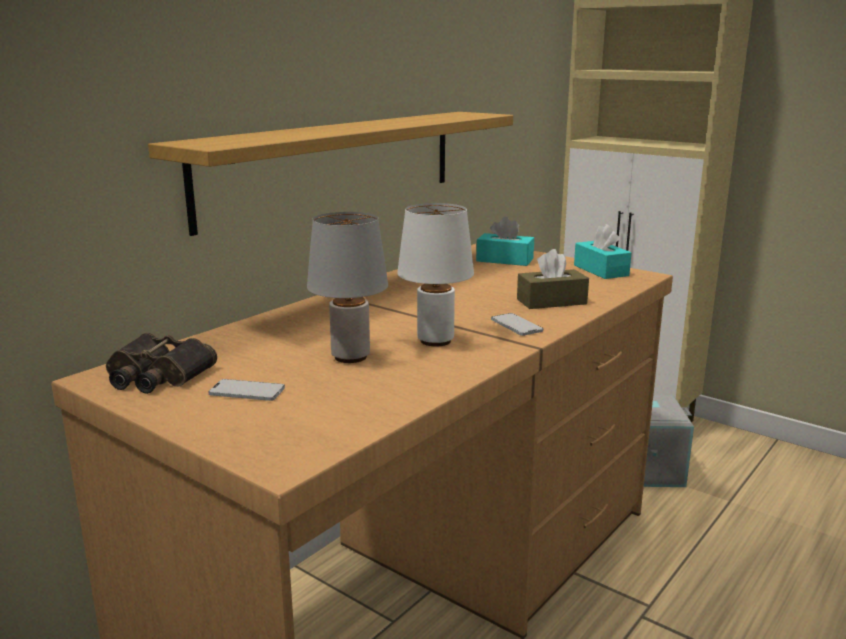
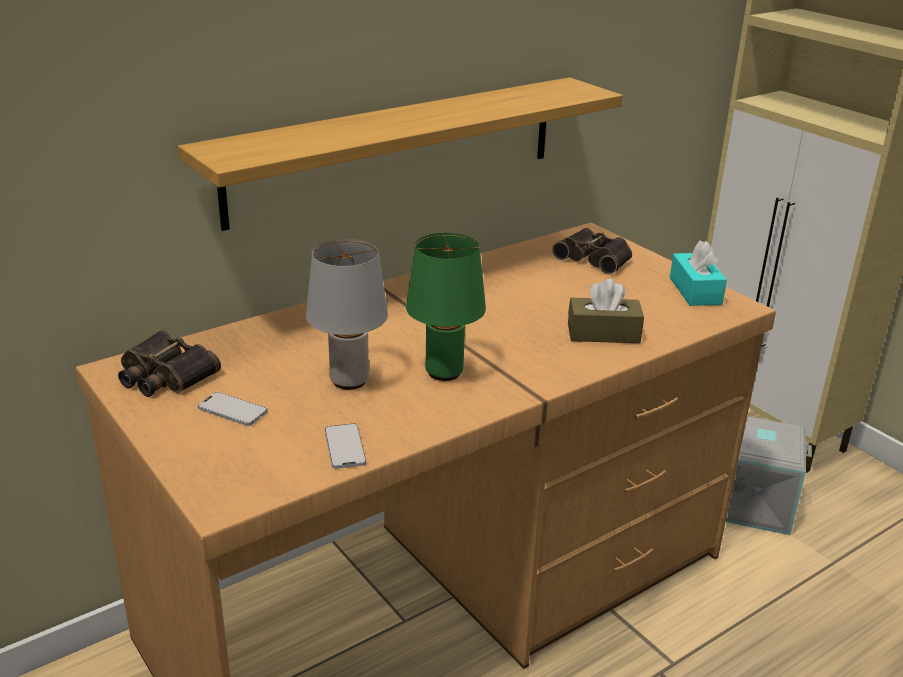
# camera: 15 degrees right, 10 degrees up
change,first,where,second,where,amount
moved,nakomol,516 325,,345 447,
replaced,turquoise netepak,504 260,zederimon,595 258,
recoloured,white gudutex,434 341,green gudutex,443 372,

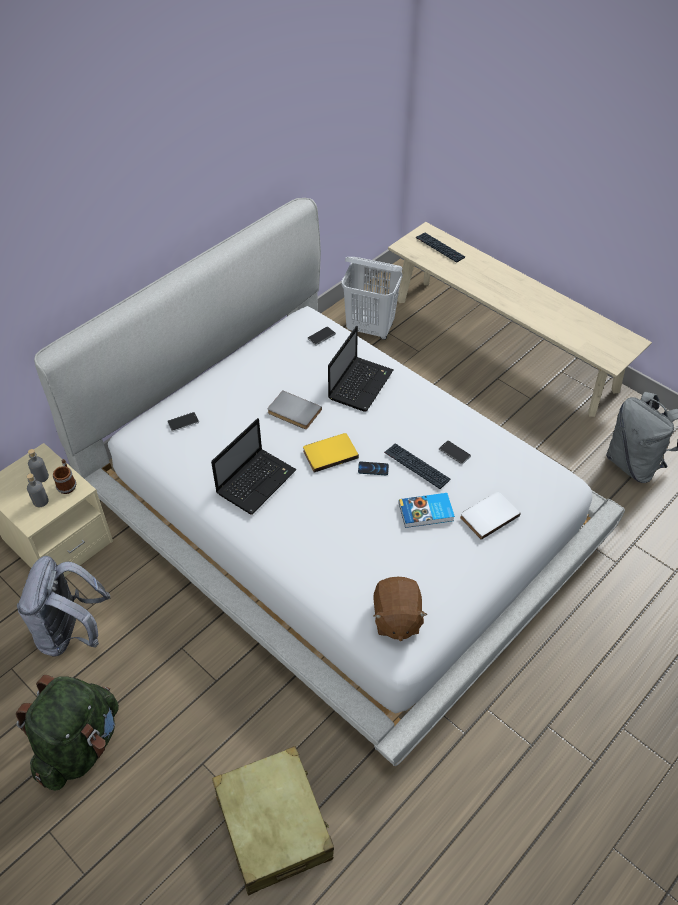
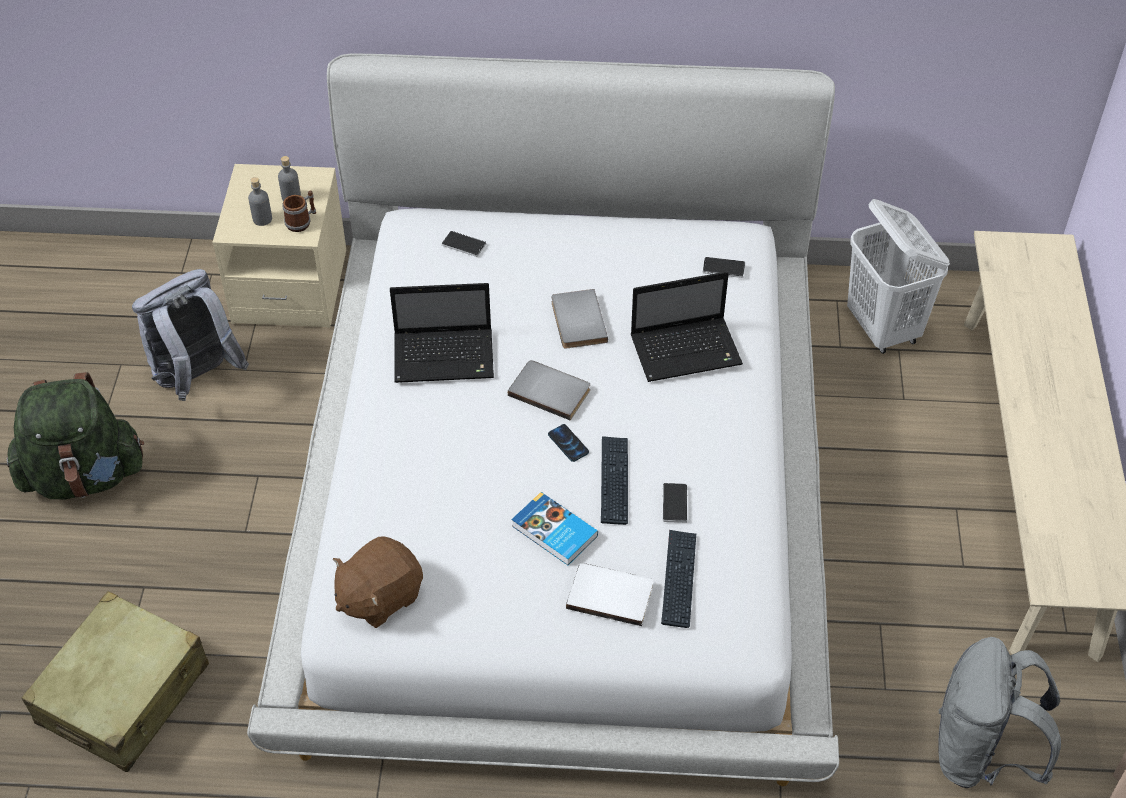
# camera: 50 degrees right, 0 degrees up
change,first,where,second,where,amount
moved,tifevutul,440 248,,679 579,
recoloured,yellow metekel,329 453,grey metekel,550 390,

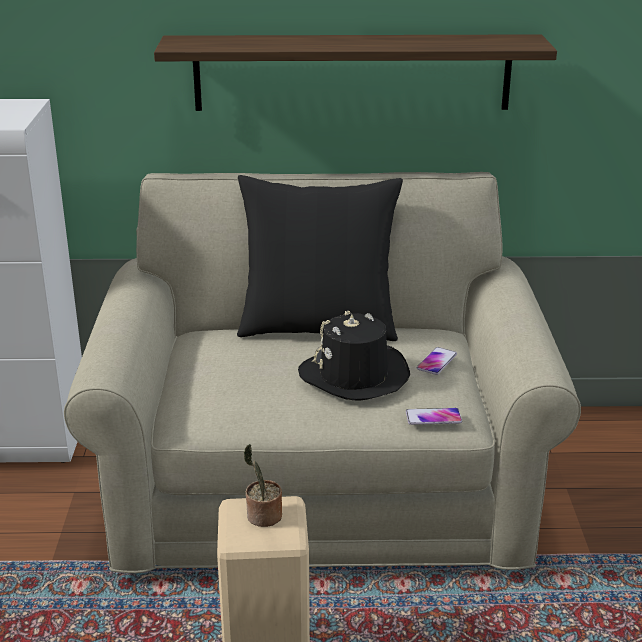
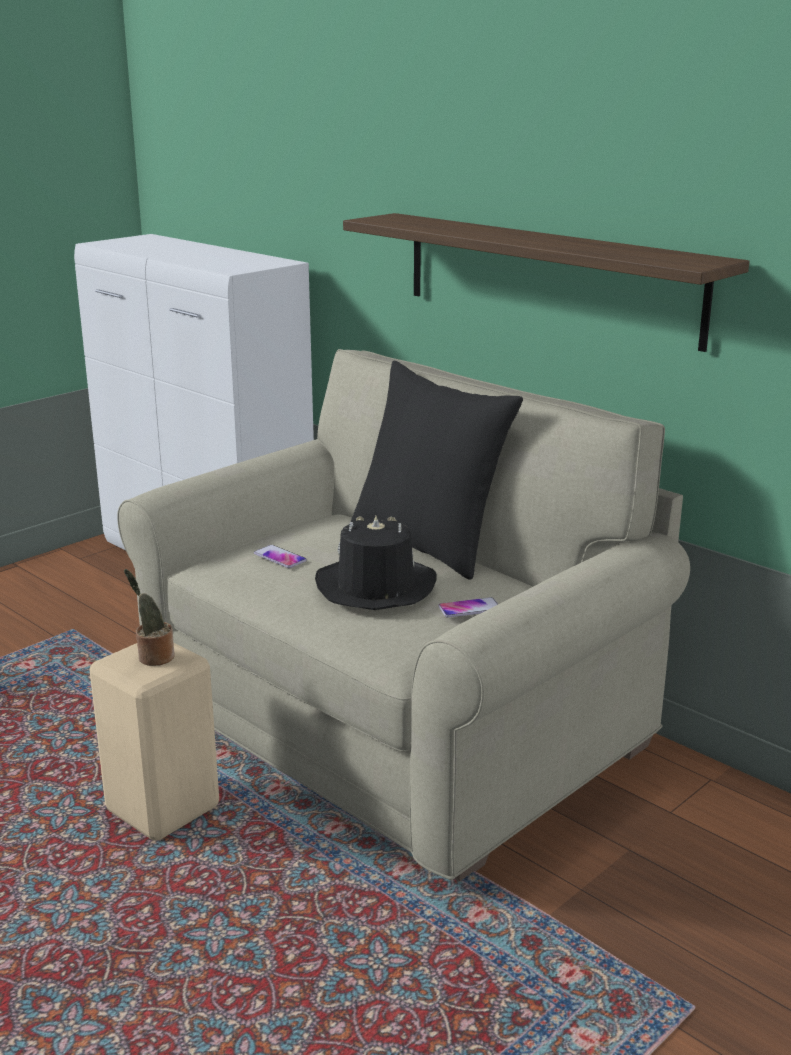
# camera: 45 degrees right, 5 degrees down
change,first,where,second,where,amount
moved,nakomol,433 417,,280 557,

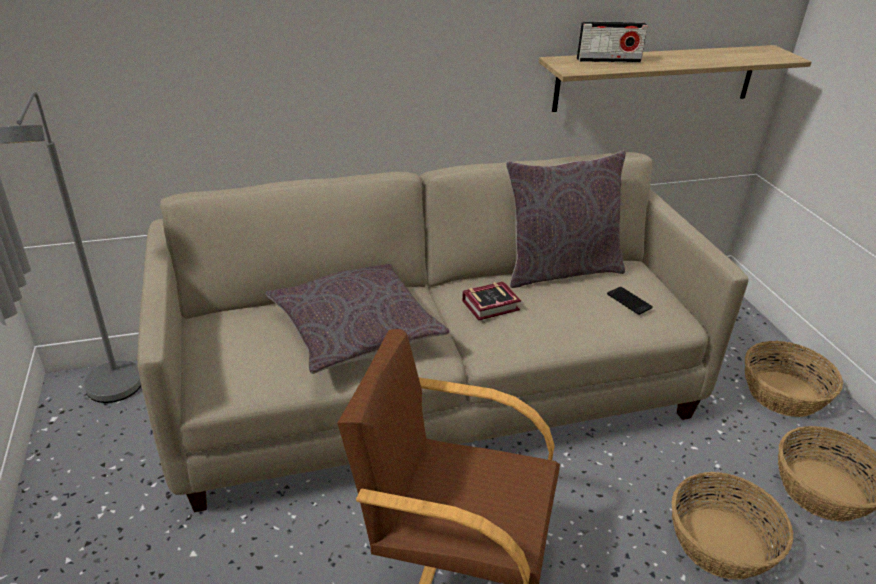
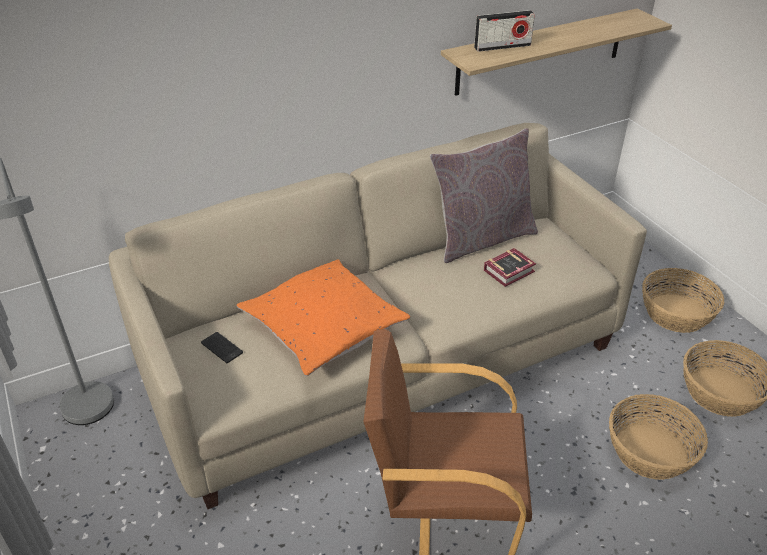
# camera: 10 degrees left, 5 degrees up
change,first,where,second,where,amount
moved,metekel,493 305,,511 271,
moved,nakomol,629 301,,221 348,
recoloured,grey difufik,355 329,orange difufik,323 325,

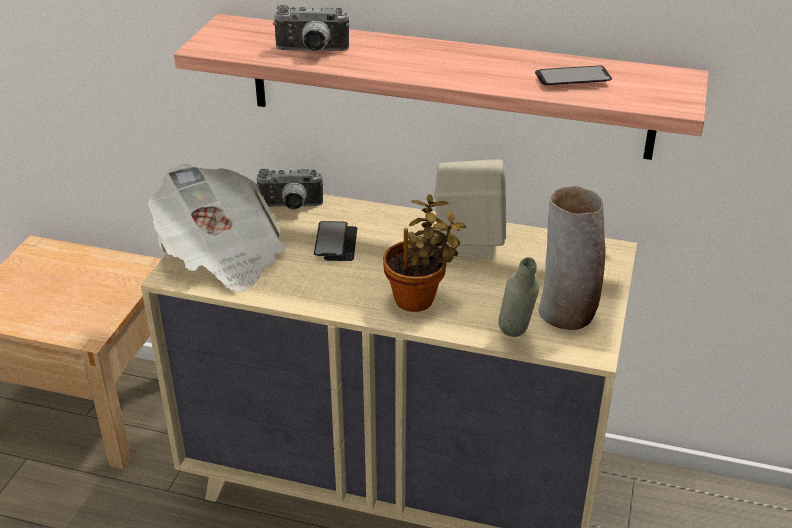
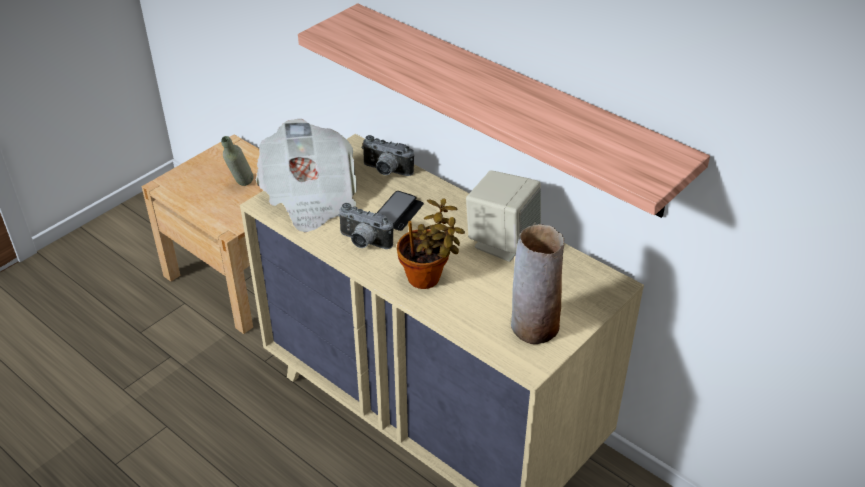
# camera: 25 degrees right, 5 degrees up
change,first,where,second,where,amount
removed,nakomol,572 78,,,
moved,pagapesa,312 52,,363 243,
moved,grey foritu,515 339,,241 187,

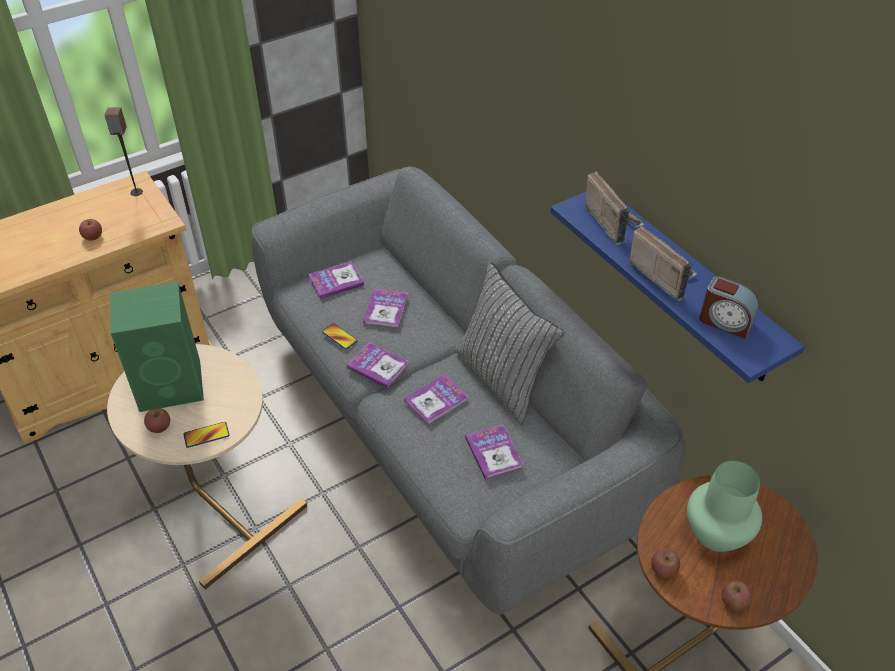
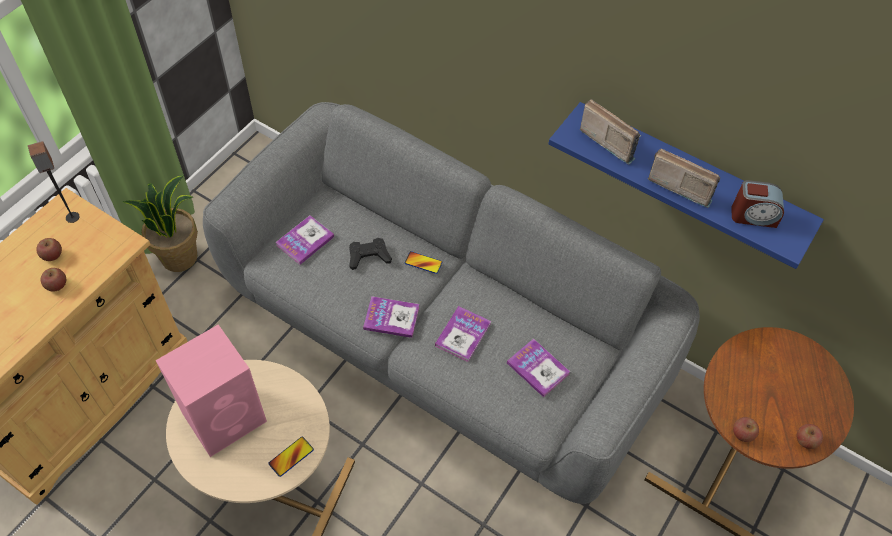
# camera: 25 degrees left, 10 degrees up
change,first,where,second,where,amount
removed,grey difufik,503 378,,,
removed,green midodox,715 533,,,
added,,,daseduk,179 256,
moved,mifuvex,159 427,,52 255,
moved,nakomol,339 337,,423 263,
replaced,metekel,386 309,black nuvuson,368 256,
recoloured,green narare,172 385,pink narare,226 416,

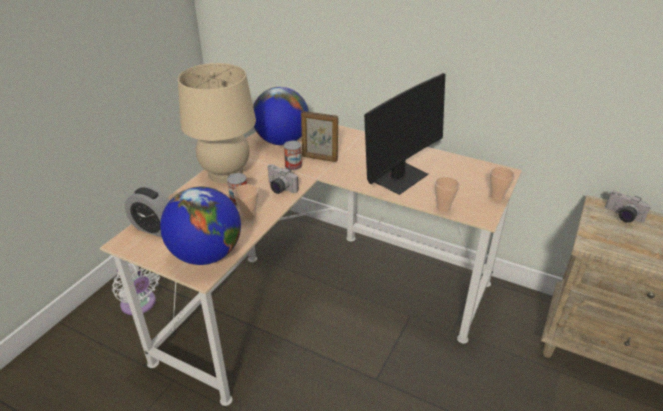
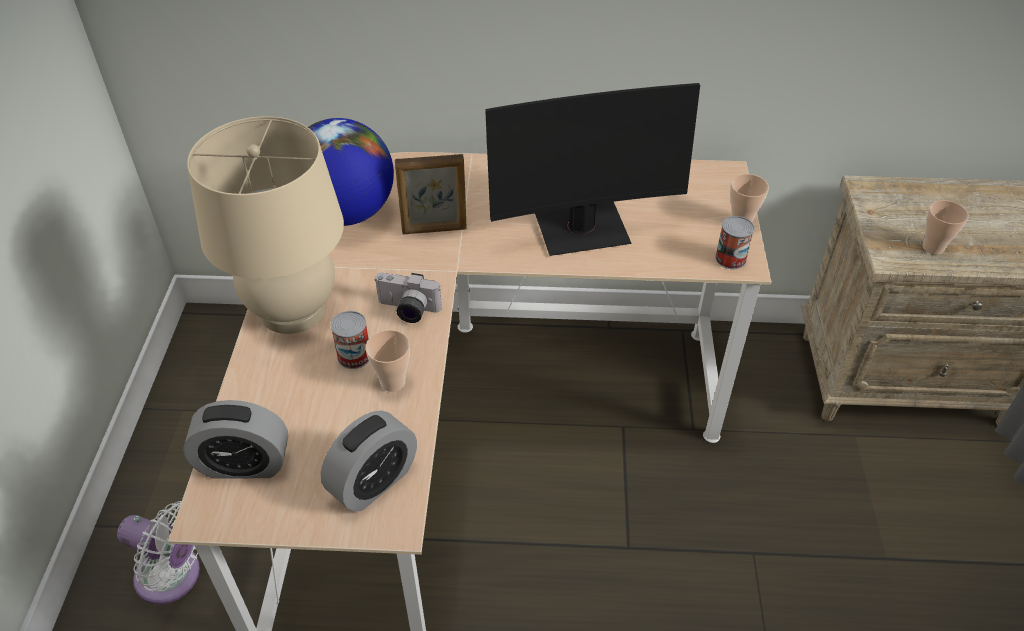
# camera: 25 degrees left, 10 degrees up
change,first,where,second,where,amount
removed,pagapesa,622 216,,,
moved,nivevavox,293 165,,730 258,
moved,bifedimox,443 208,,933 247,
replaced,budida,206 255,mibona,373 482,
turned,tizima,398 177,,582 229,60 degrees clockwise

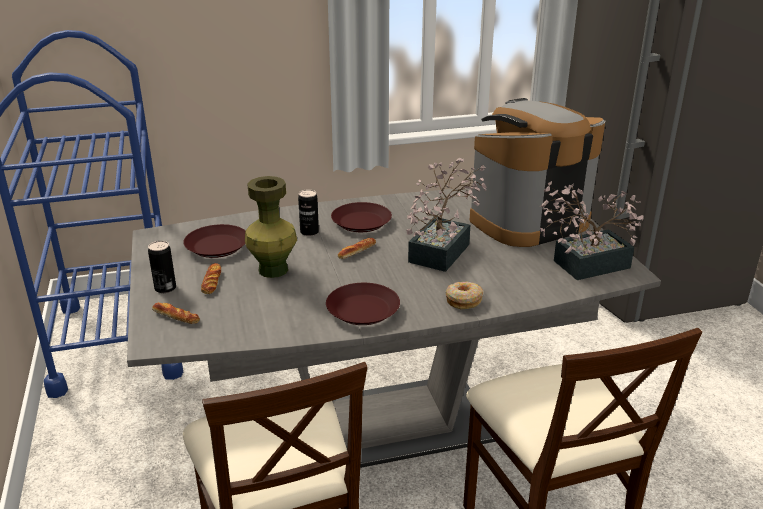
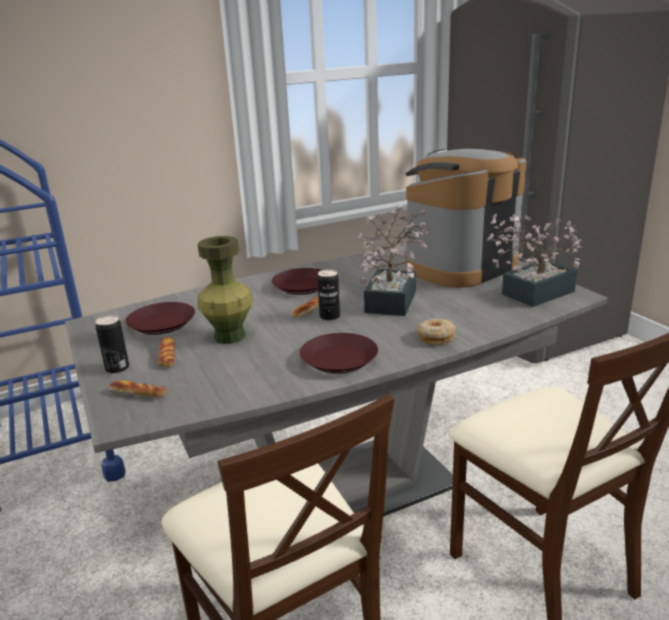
# camera: 10 degrees left, 5 degrees down
change,first,where,second,where,amount
moved,nivevavox,309 232,,329 317,

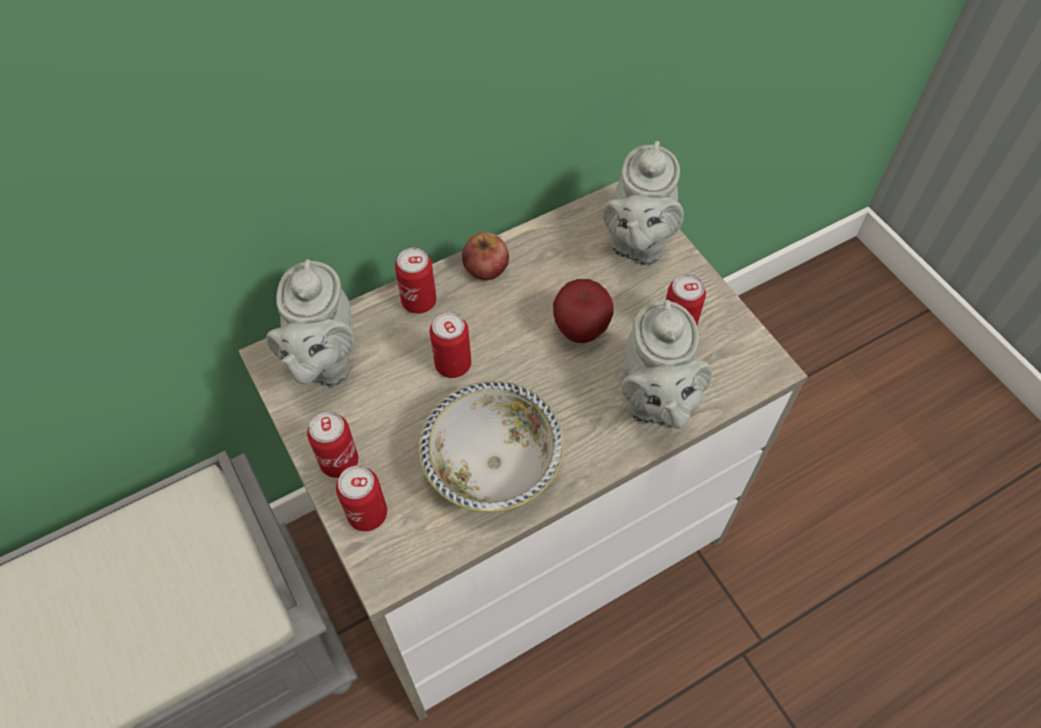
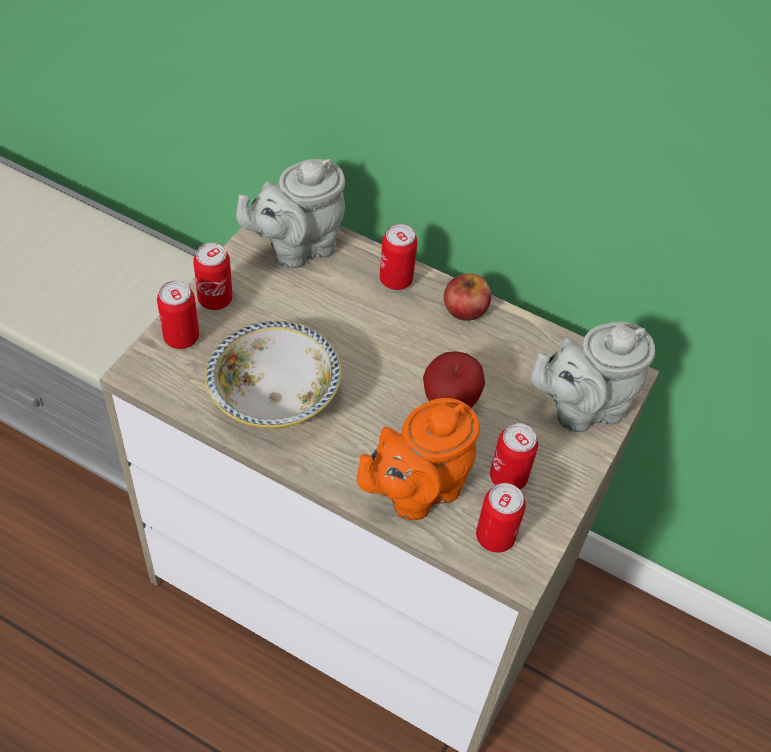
# camera: 55 degrees right, 5 degrees down
change,first,where,second,where,amount
moved,nivevavox,453 364,,495 537,
recoloured,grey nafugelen,655 401,orange nafugelen,415 491,

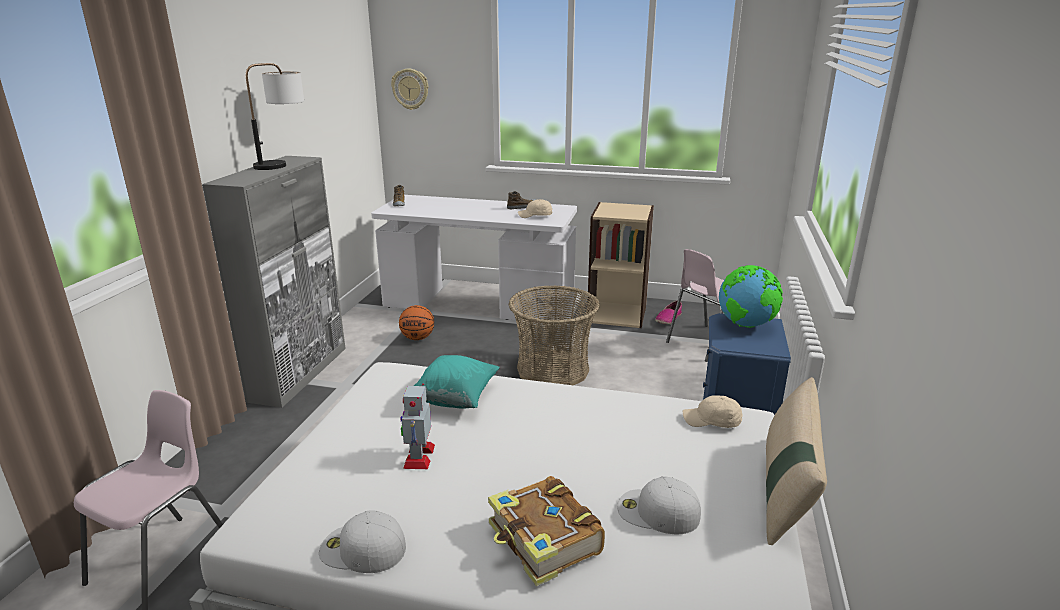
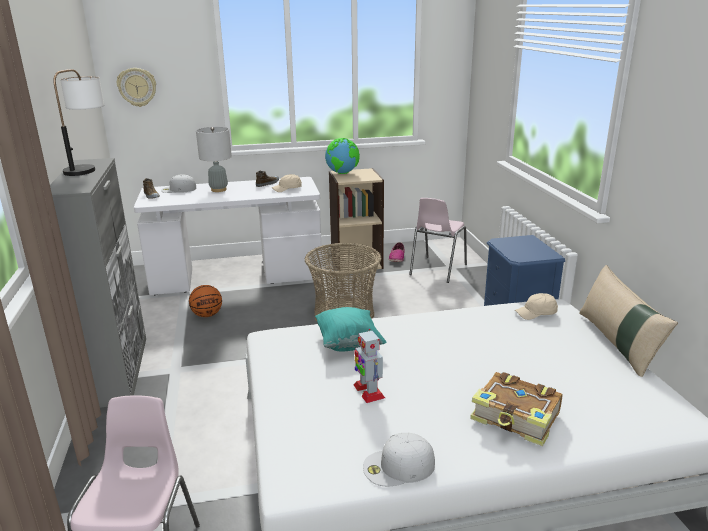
# camera: 25 degrees left, 0 degrees up
change,first,where,second,where,amount
added,,,grey gudutex,219 190,
moved,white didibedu,657 512,,178 189,
moved,budida,746 325,,342 173,

